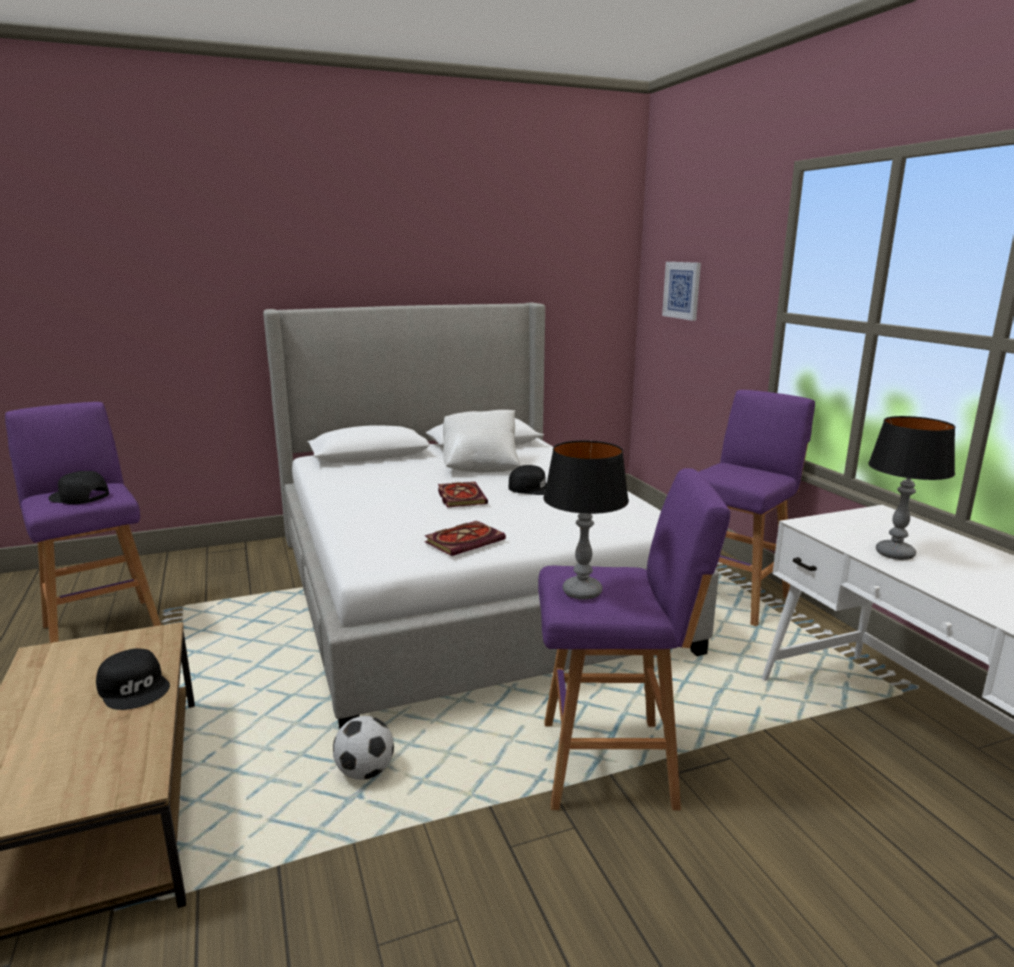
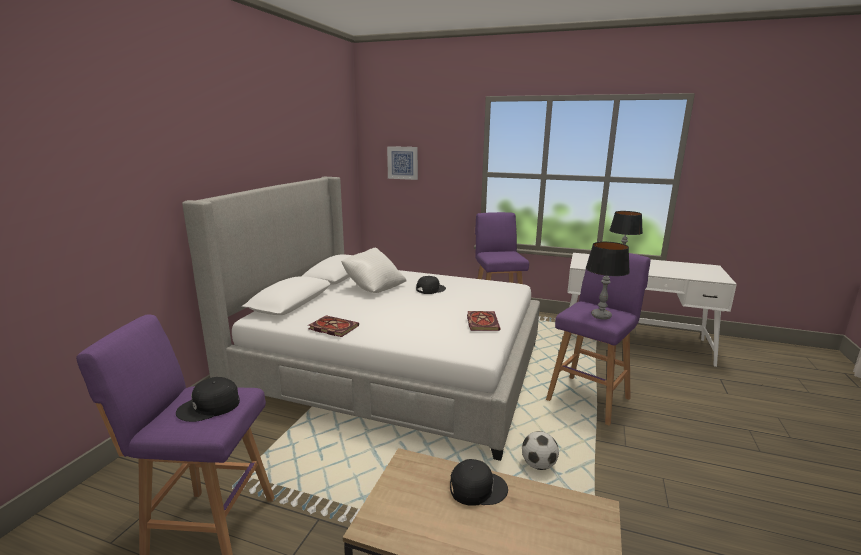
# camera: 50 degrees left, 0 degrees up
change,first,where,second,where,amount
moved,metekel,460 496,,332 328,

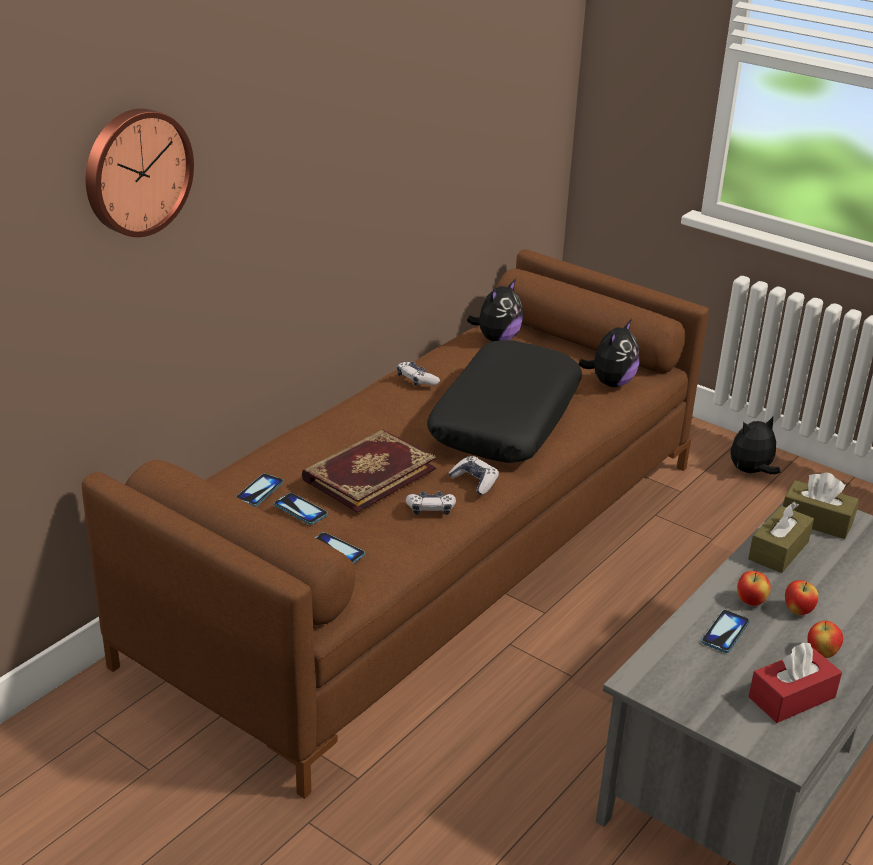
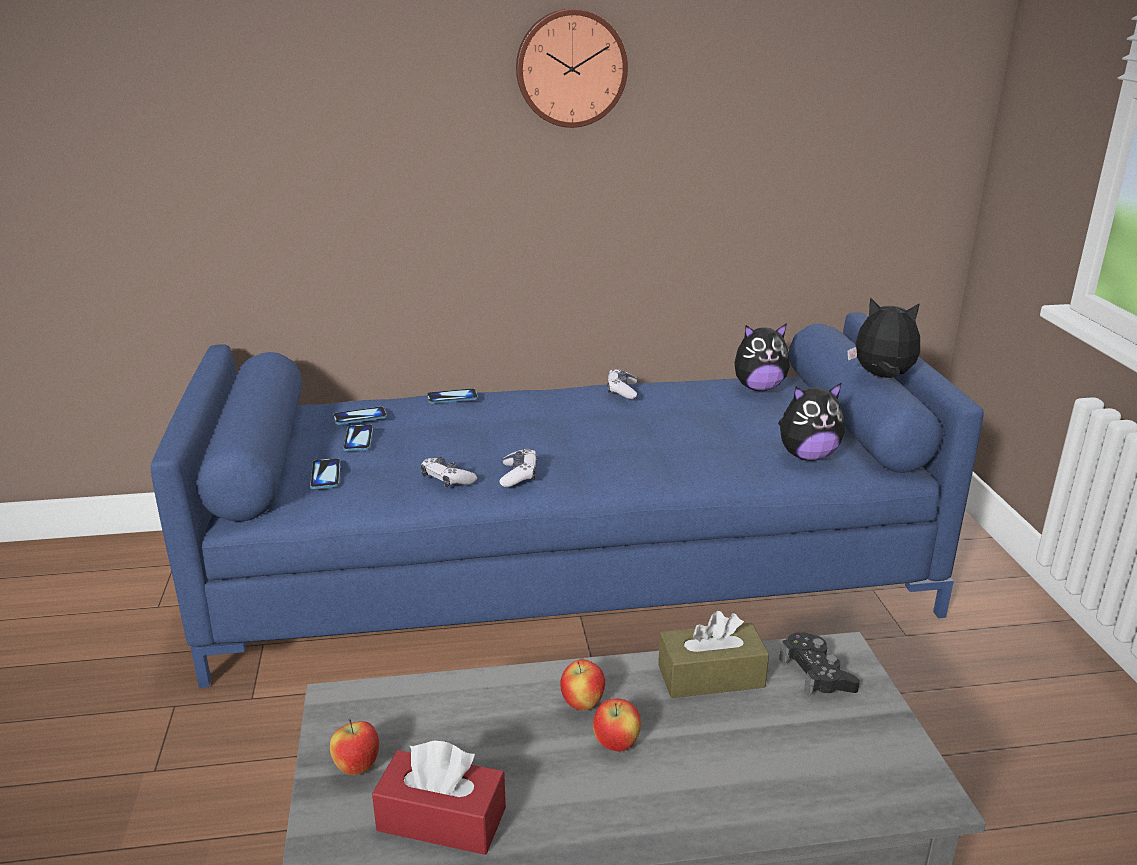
# camera: 45 degrees right, 5 degrees down
change,first,where,second,where,amount
removed,metekel,368 473,,,
removed,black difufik,505 418,,,
moved,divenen,136 171,,570 68,
moved,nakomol,725 632,,452 397,
moved,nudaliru,751 472,,882 377,
moved,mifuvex,821 653,,357 767,
replaced,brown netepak,816 521,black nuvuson,817 674,
recoloured,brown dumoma,432 556,blue dumoma,569 571,

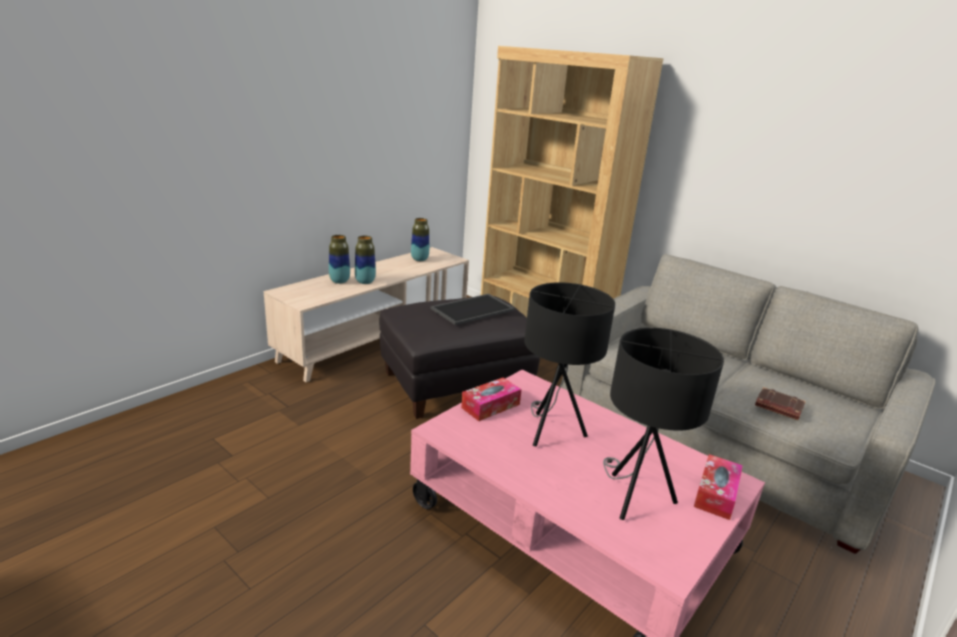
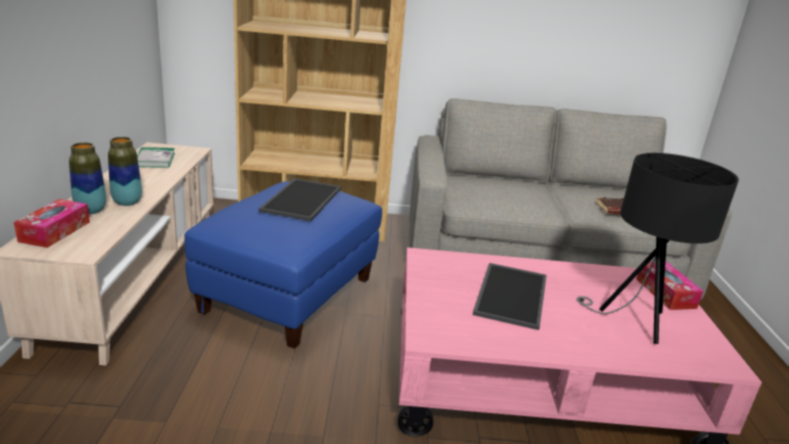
# camera: 40 degrees left, 0 degrees up
change,first,where,second,where,amount
moved,netepak,490 406,,55 231,
replaced,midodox,419 259,metekel,154 159,
replaced,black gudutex,551 430,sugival,509 294,
recoloured,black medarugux,456 384,blue medarugux,289 294,

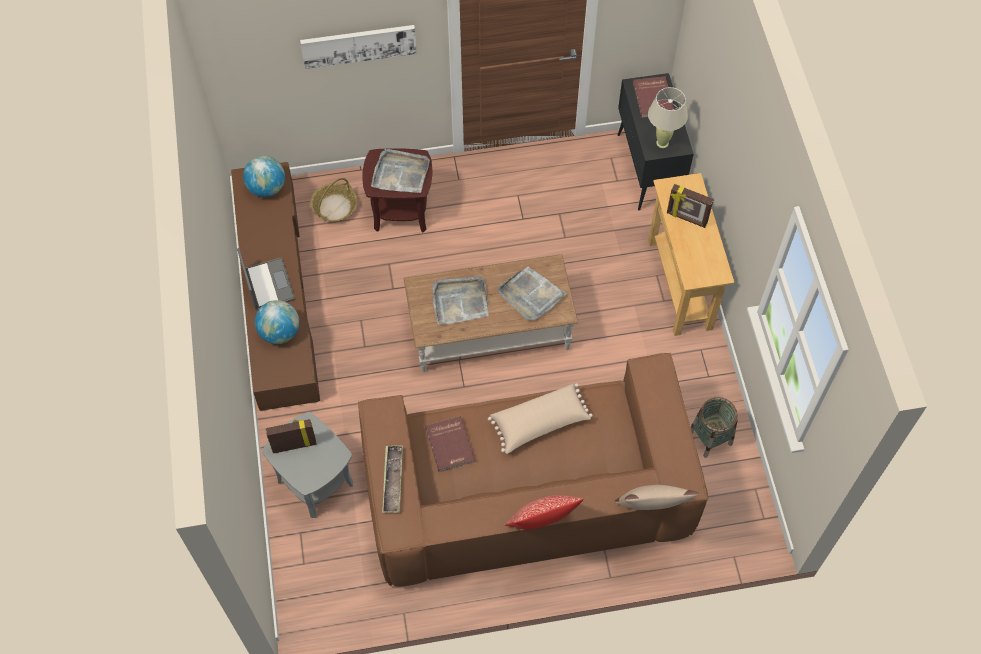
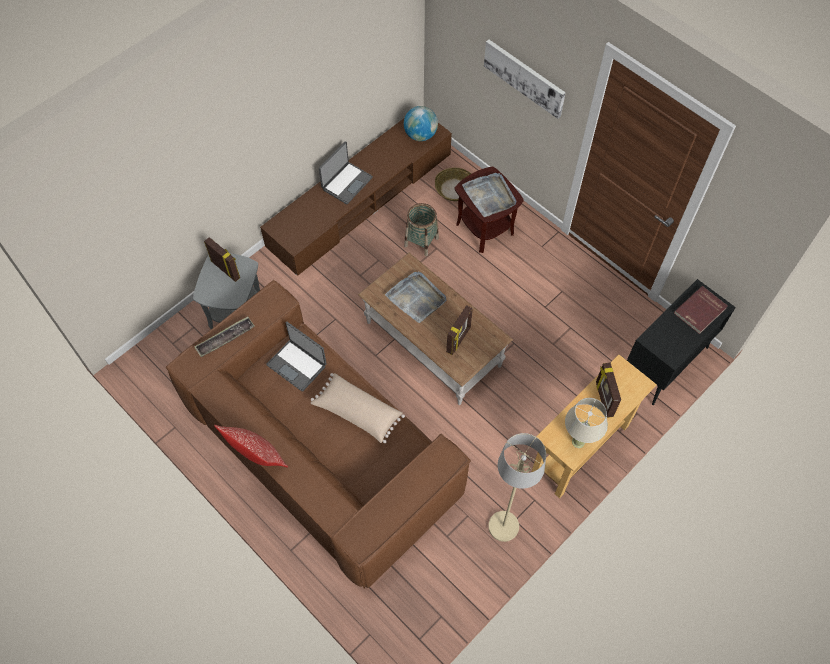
# camera: 55 degrees right, 0 degrees up
change,first,where,second,where,amount
removed,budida,280 332,,,
removed,beige difufik,651 509,,,
added,,,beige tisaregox,503 526,
moved,beige gudutex,662 143,,578 442,
moved,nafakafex,710 438,,421 242,
replaced,red metekel,451 444,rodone,297 365,
replaced,grey sugival,530 295,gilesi,459 340,

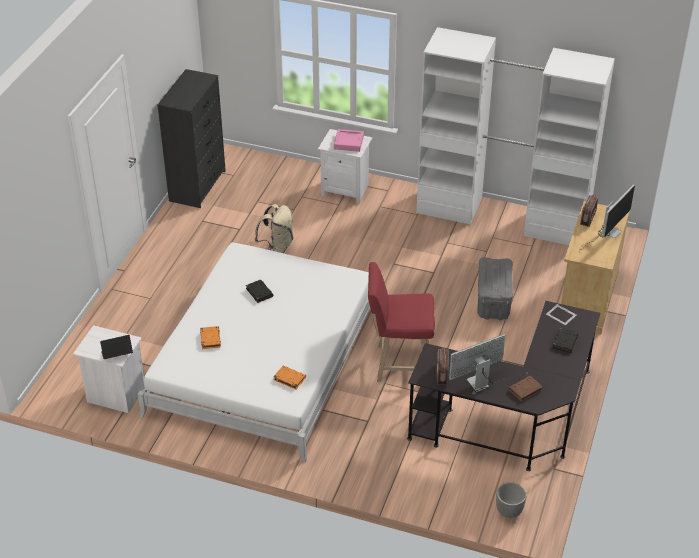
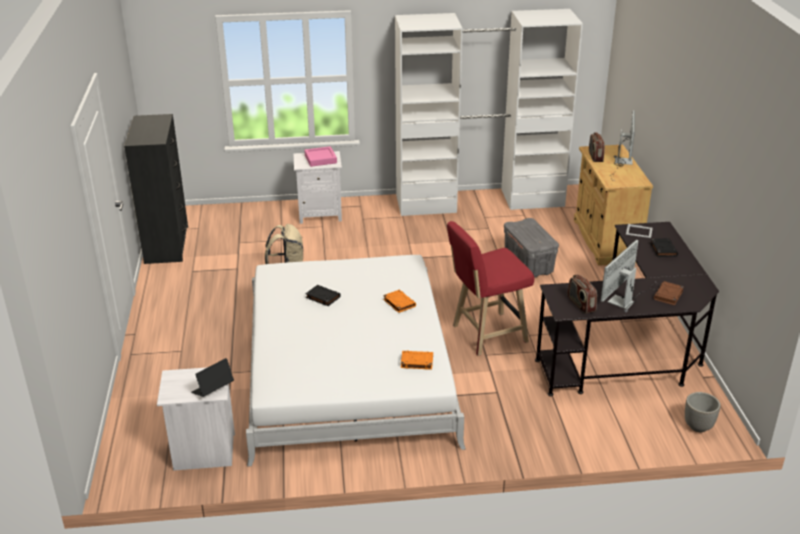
# camera: 25 degrees left, 10 degrees down
change,first,where,second,where,amount
moved,orange metekel,210 339,,399 303,

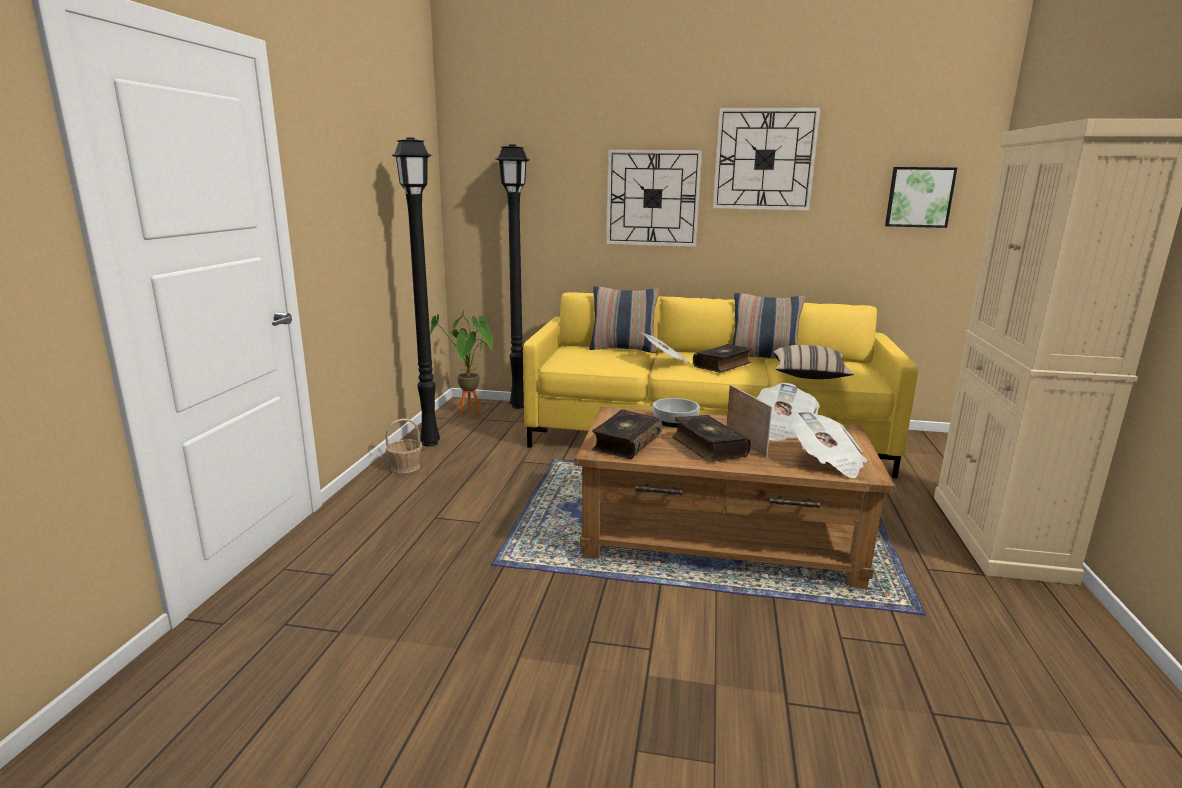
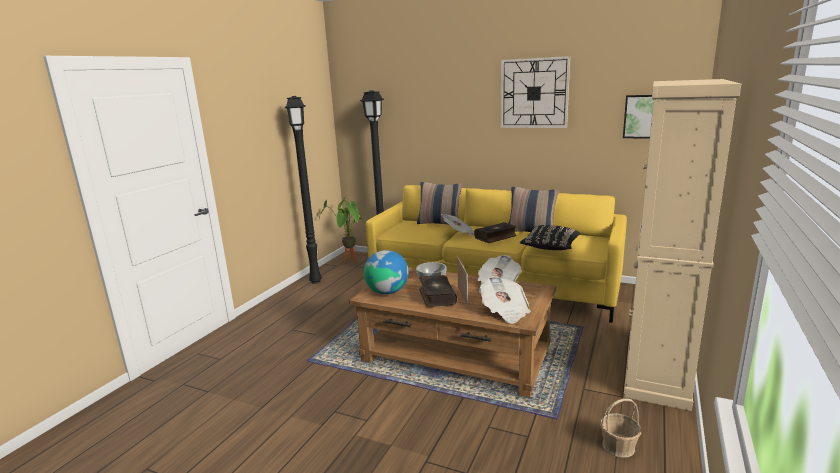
# camera: 15 degrees right, 0 degrees up
change,first,where,second,where,amount
removed,divenen,652 198,,,
moved,nafakafex,405 467,,619 446,
replaced,metekel,625 443,budida,387 291,
recoloured,beige difufik,809 376,black difufik,550 247,

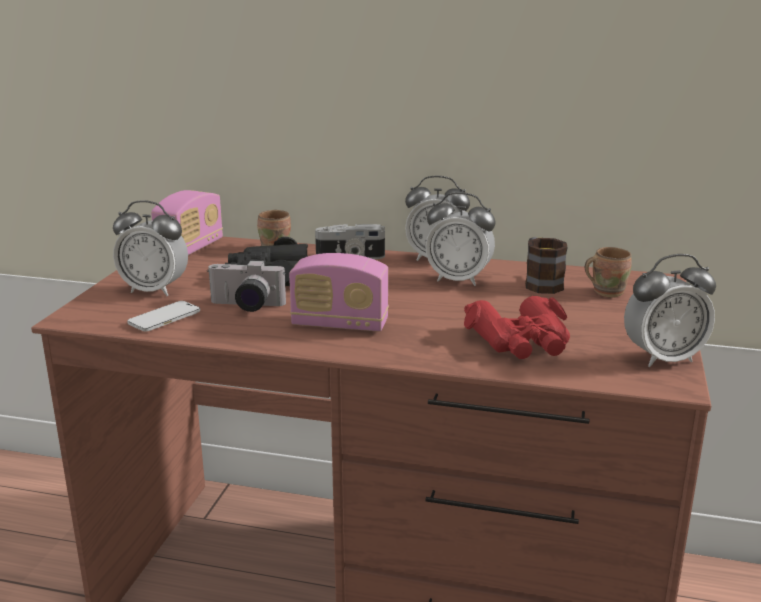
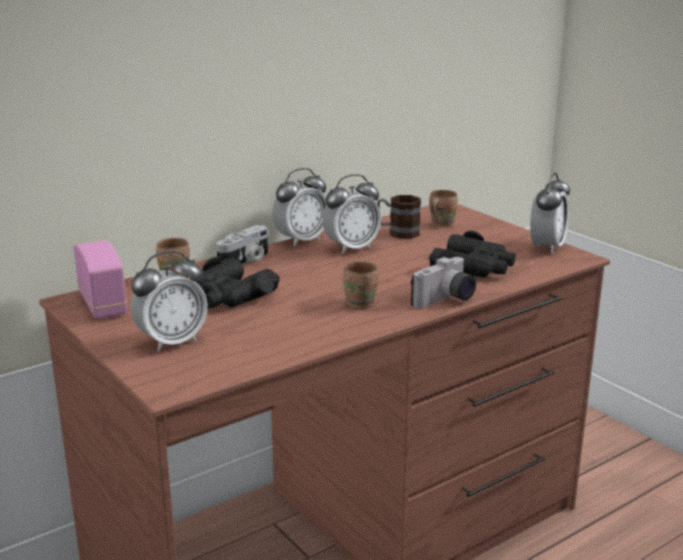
# camera: 50 degrees left, 0 degrees up
change,first,where,second,where,amount
removed,nakomol,164 318,,,
moved,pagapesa,245 306,,446 300,
replaced,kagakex,340 324,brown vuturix,362 303,
recoloured,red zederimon,521 342,black zederimon,473 267,

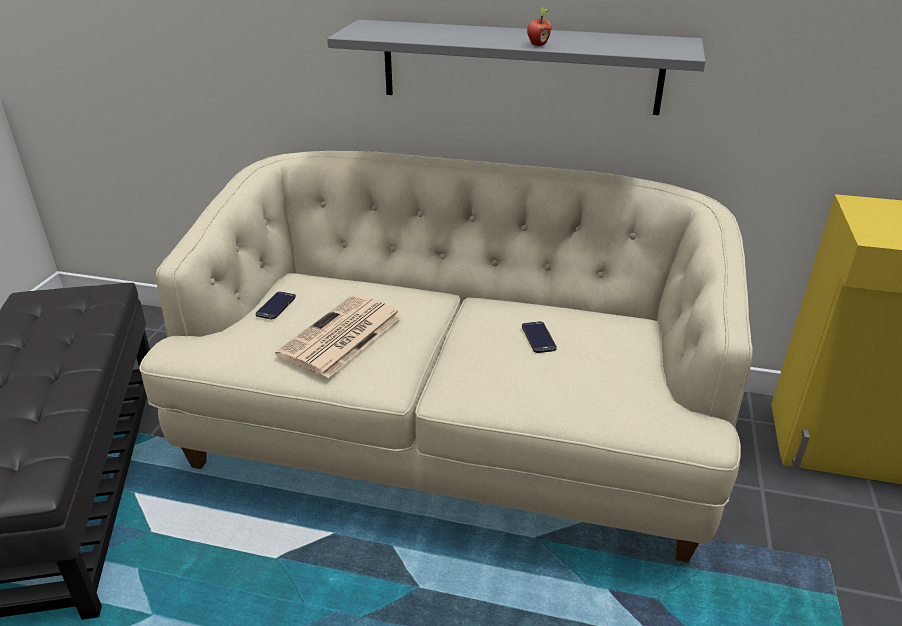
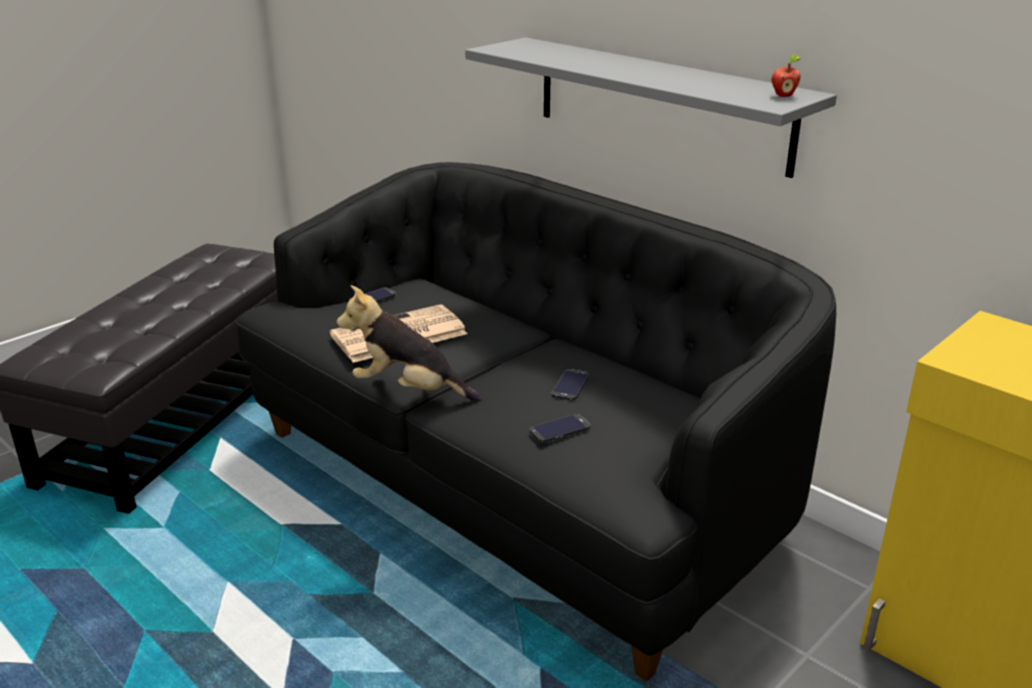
# camera: 30 degrees right, 5 degrees down
change,first,where,second,where,amount
added,,,nudaliru,409 390,
added,,,nakomol,560 429,
moved,mifuvex,538 45,,784 95,
recoloured,beige dumoma,451 435,black dumoma,516 485,

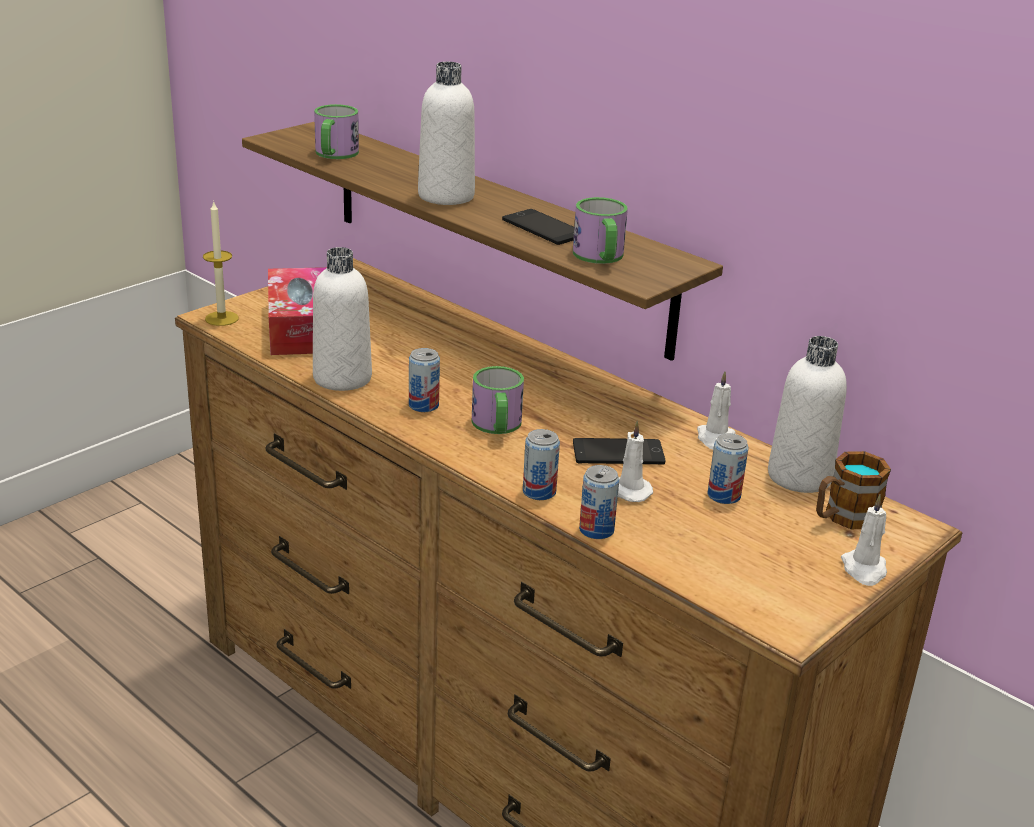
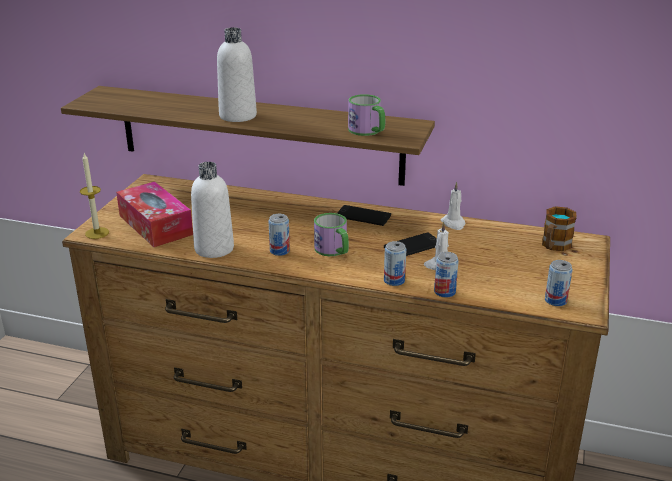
# camera: 25 degrees left, 0 degrees up
change,first,where,second,where,amount
removed,vuturix,334 154,,,
removed,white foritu,799 477,,,
removed,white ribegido,864 570,,,
moved,nakomol,543 228,,363 216,
moved,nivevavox,724 495,,555 300,

